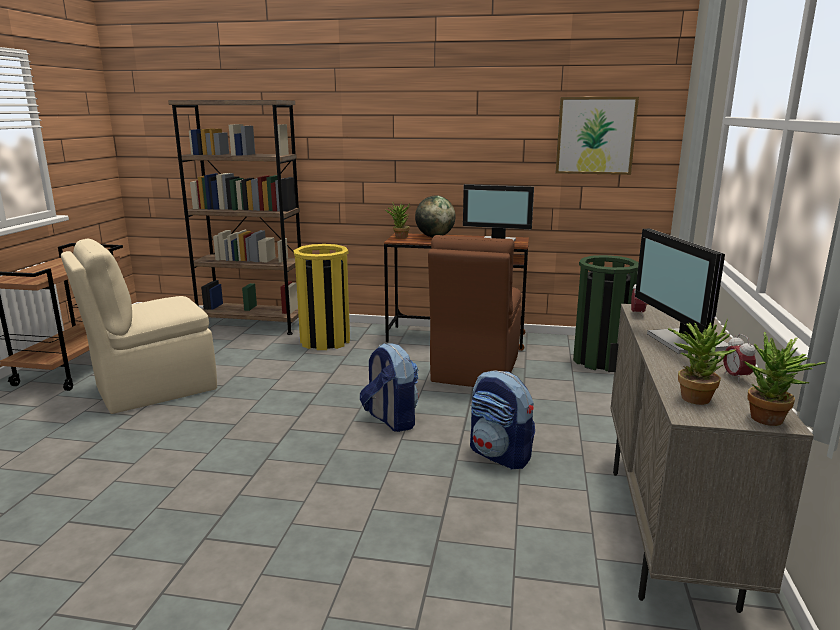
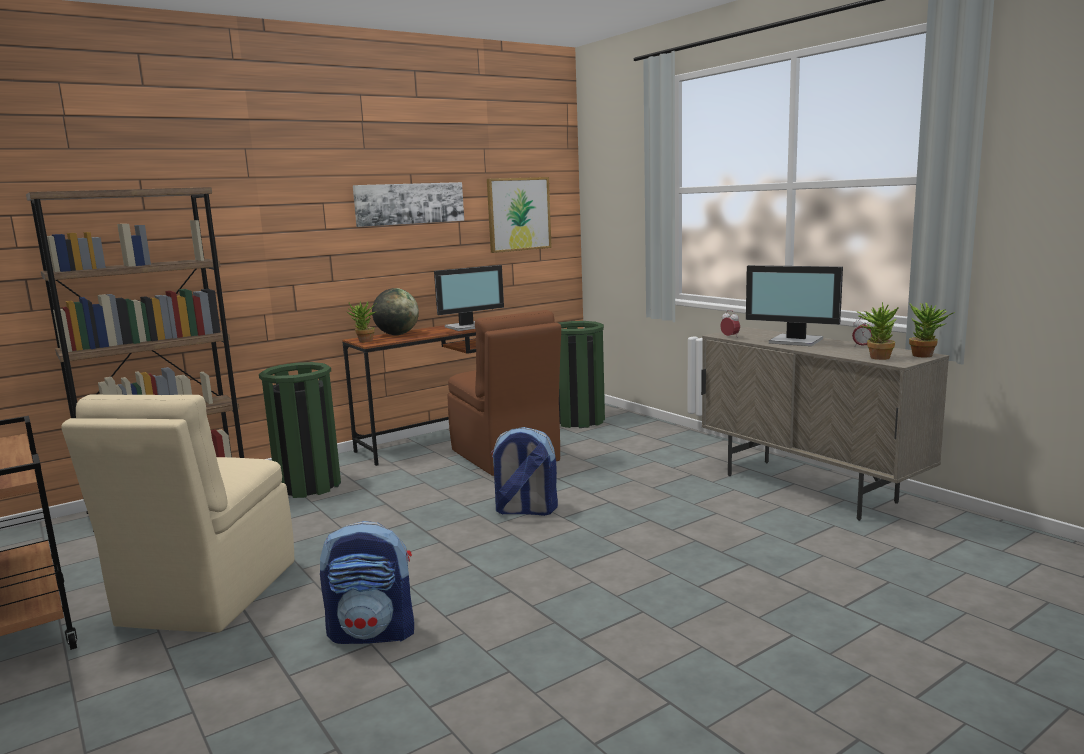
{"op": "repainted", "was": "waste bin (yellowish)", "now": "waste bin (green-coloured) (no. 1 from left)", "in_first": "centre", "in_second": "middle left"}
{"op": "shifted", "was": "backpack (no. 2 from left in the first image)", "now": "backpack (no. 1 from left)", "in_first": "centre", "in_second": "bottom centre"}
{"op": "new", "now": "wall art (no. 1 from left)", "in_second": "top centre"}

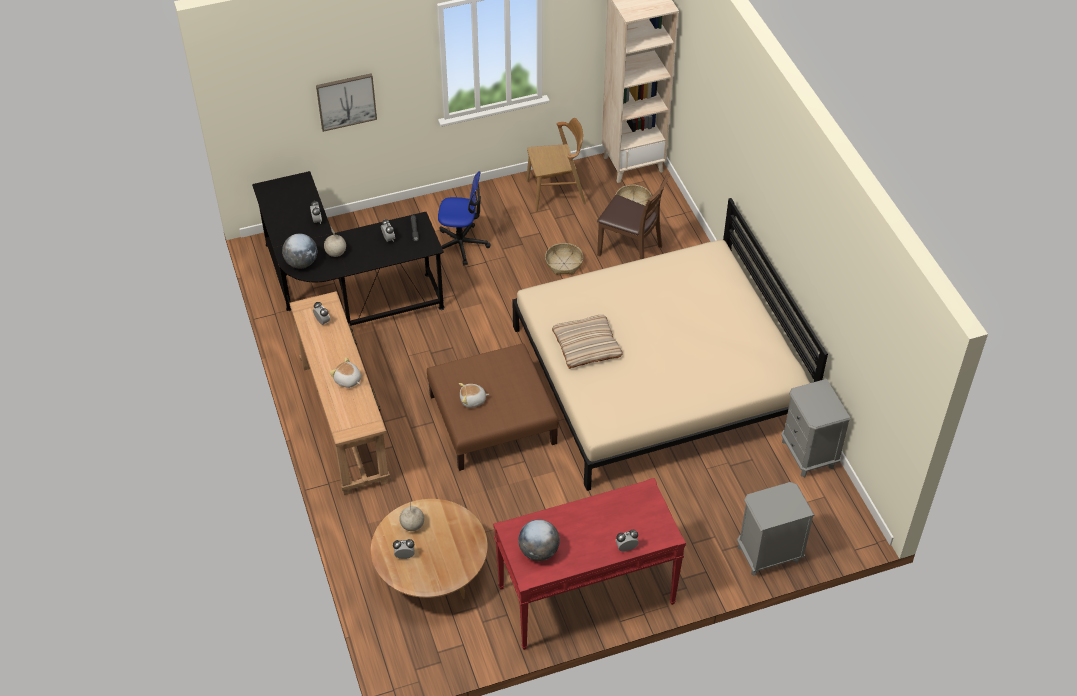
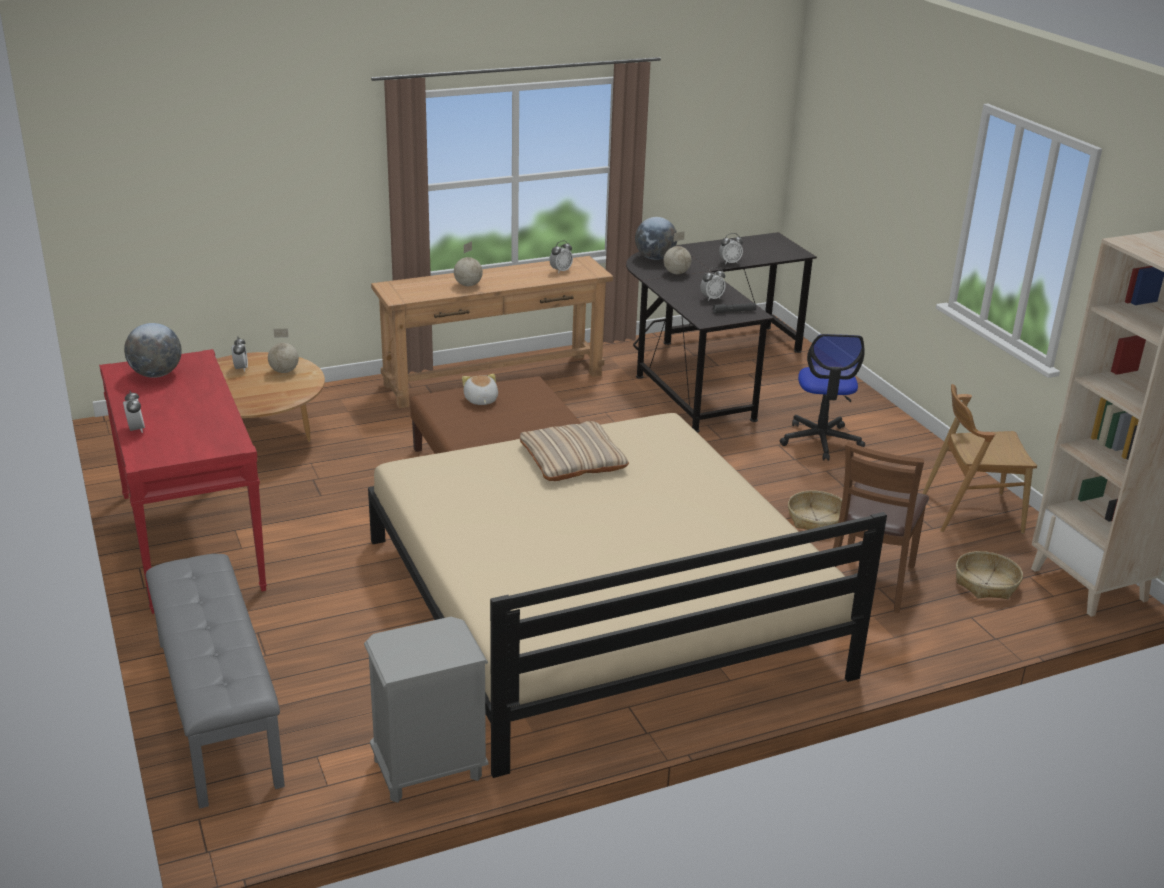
{"op": "swapped", "was": "night table (greyish) (no. 1 from left)", "now": "indoor bench (greyish)", "in_first": "bottom right", "in_second": "bottom left"}
{"op": "swapped", "was": "cuddly toy (no. 1 from left)", "now": "world globe (no. 3 from left)", "in_first": "middle left", "in_second": "top centre"}
{"op": "rotated", "was": "plain chair (brown-coloured) (no. 1 from left in the first image)", "in_first": "top centre", "in_second": "middle right", "clockwise": 105}
{"op": "gone", "was": "wall art", "in_first": "top left"}

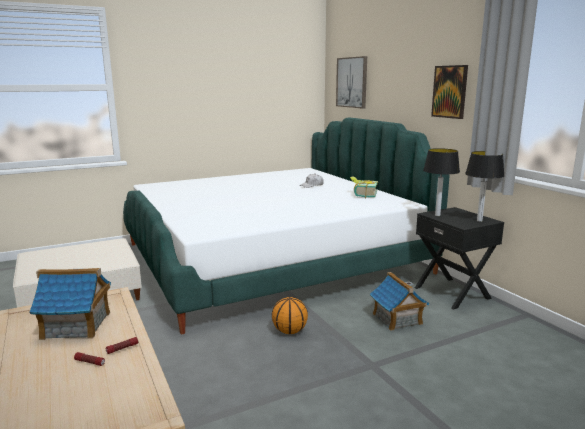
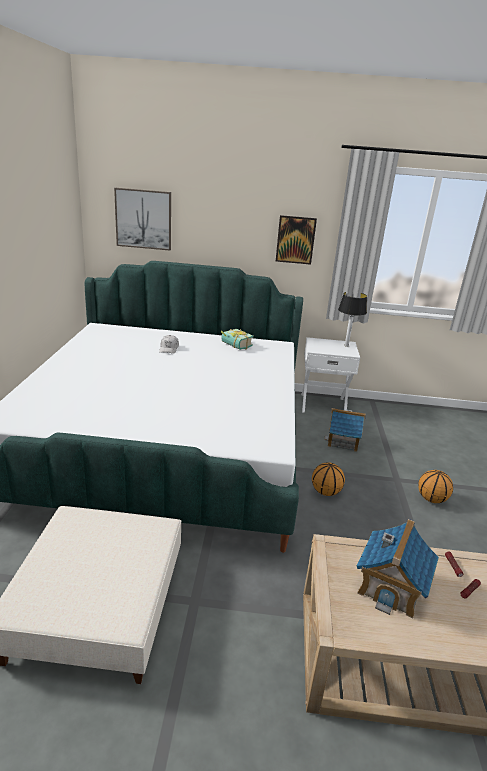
{"op": "repainted", "was": "night table (blackish)", "now": "night table (white-coloured)", "in_first": "middle right", "in_second": "middle right"}
{"op": "new", "now": "basketball ball (no. 2 from left)", "in_second": "middle right"}
{"op": "gone", "was": "lamp for a table (no. 1 from left)", "in_first": "middle right"}

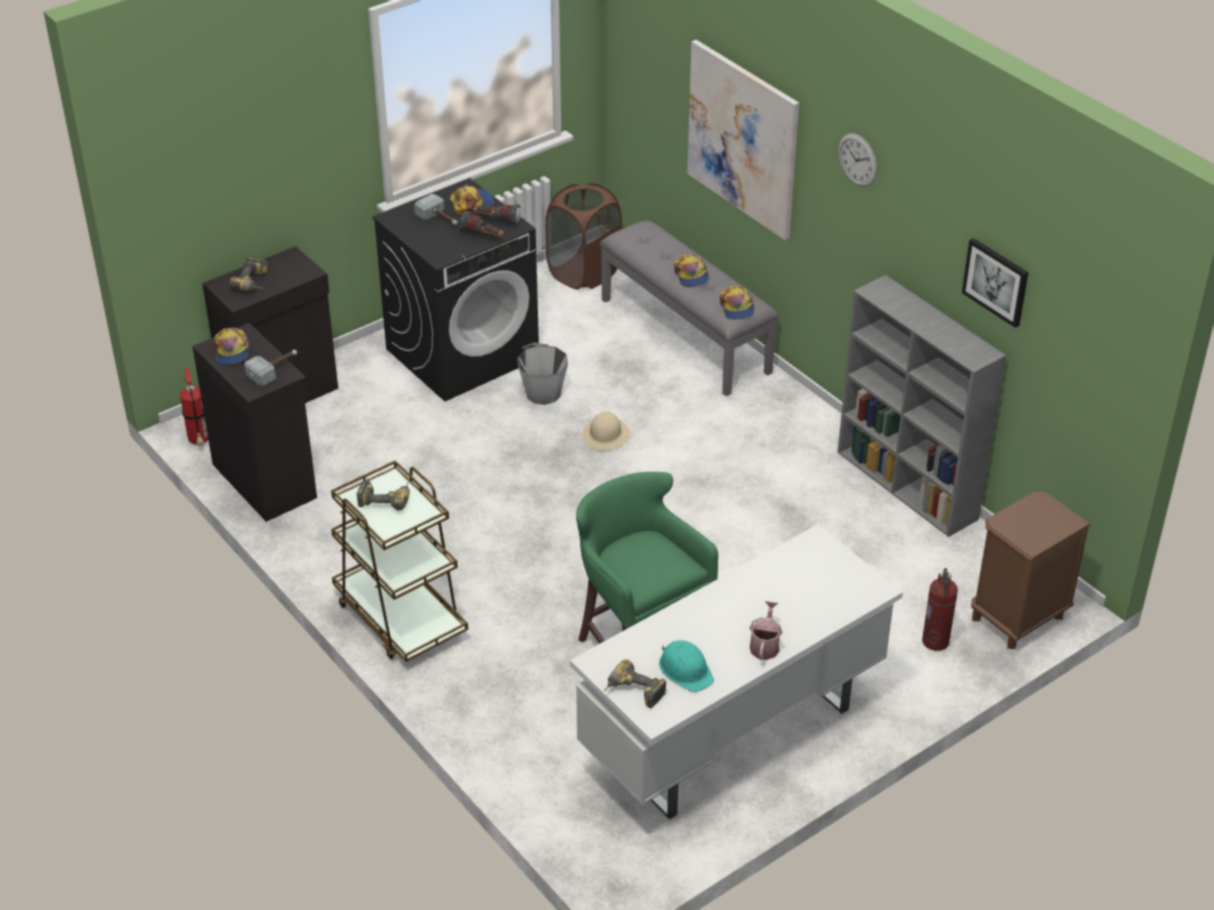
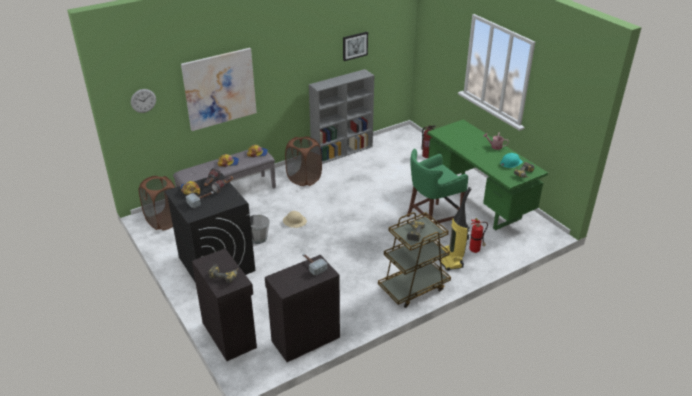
{"op": "shifted", "was": "hanging clock", "in_first": "top right", "in_second": "top left"}
{"op": "new", "now": "washing basket (brown-coloured) (no. 2 from left)", "in_second": "centre"}
{"op": "repainted", "was": "desk (white-coloured)", "now": "desk (green-coloured)", "in_first": "bottom centre", "in_second": "middle right"}
{"op": "new", "now": "hoover", "in_second": "centre"}
{"op": "shifted", "was": "fire-fighting cylinder (no. 1 from left in the first image)", "now": "fire-fighting cylinder (no. 2 from left)", "in_first": "middle left", "in_second": "middle right"}
{"op": "gone", "was": "peaked cap (no. 1 from left)", "in_first": "middle left"}
{"op": "gone", "was": "night table (brown-coloured)", "in_first": "middle right"}

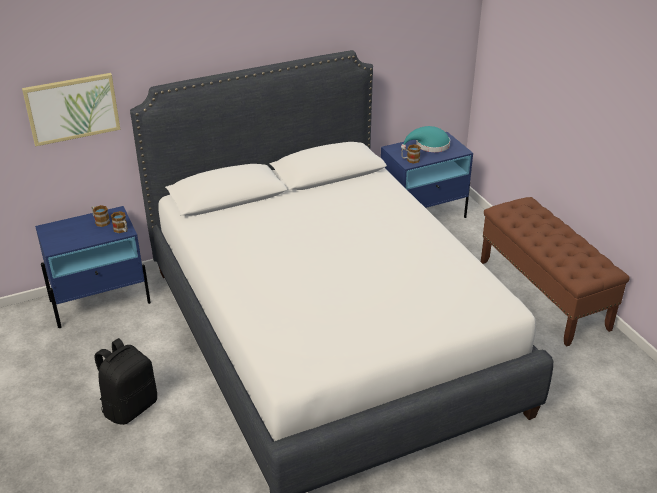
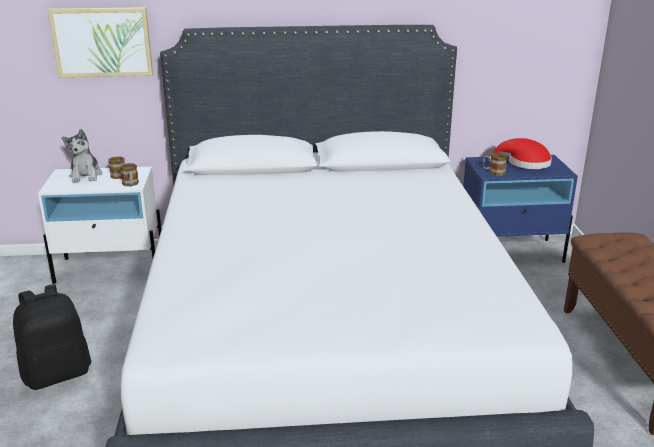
{"op": "repainted", "was": "night table (blue) (no. 1 from left)", "now": "night table (white-coloured)", "in_first": "middle left", "in_second": "middle left"}
{"op": "new", "now": "cuddly toy", "in_second": "middle left"}
{"op": "repainted", "was": "clothing hat (blue-green)", "now": "clothing hat (red)", "in_first": "top centre", "in_second": "middle right"}

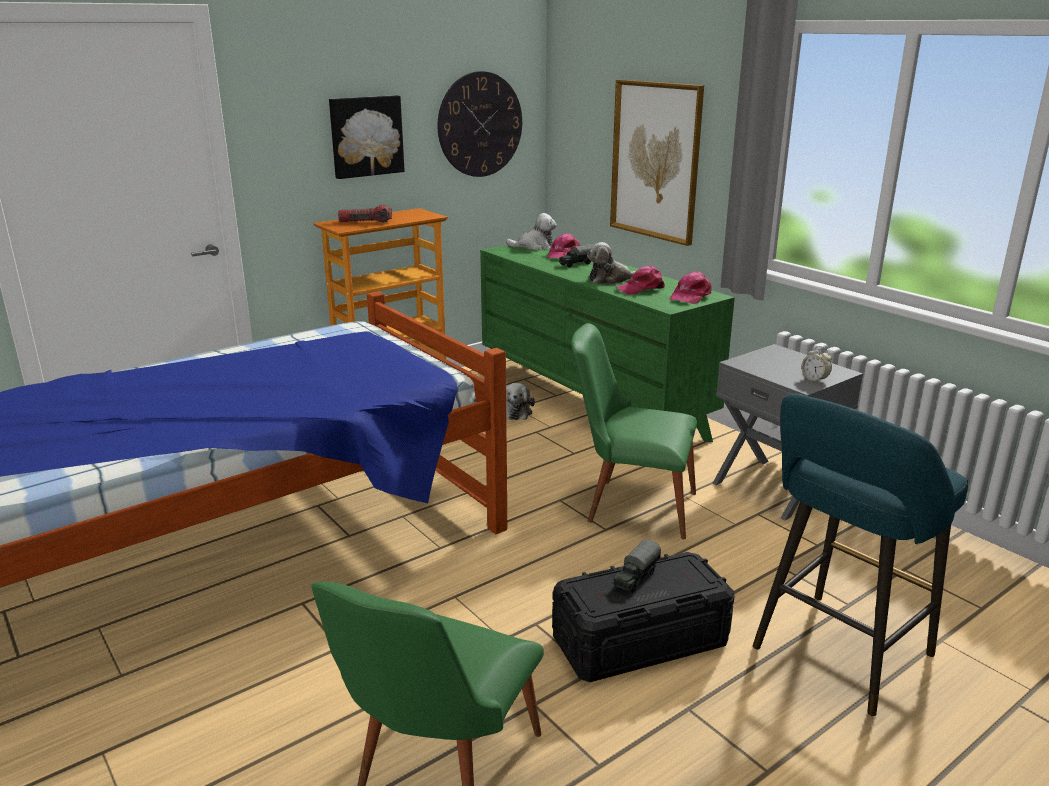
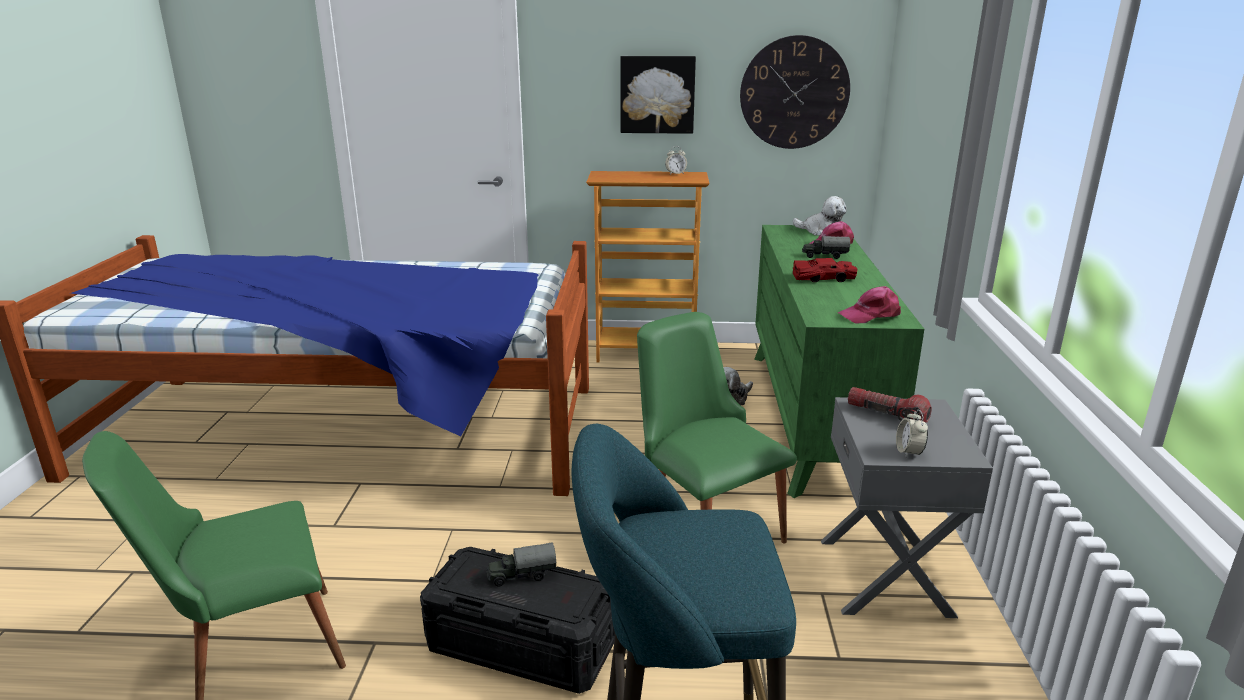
{"op": "new", "now": "table clock (no. 1 from left)", "in_second": "top centre"}
{"op": "swapped", "was": "cuddly toy (no. 3 from left)", "now": "miniature car (red)", "in_first": "centre", "in_second": "centre"}
{"op": "shifted", "was": "torch", "in_first": "top centre", "in_second": "middle right"}
{"op": "gone", "was": "wall art (no. 2 from left)", "in_first": "top centre"}
{"op": "gone", "was": "peaked cap (pink-coloured) (no. 2 from left)", "in_first": "centre"}

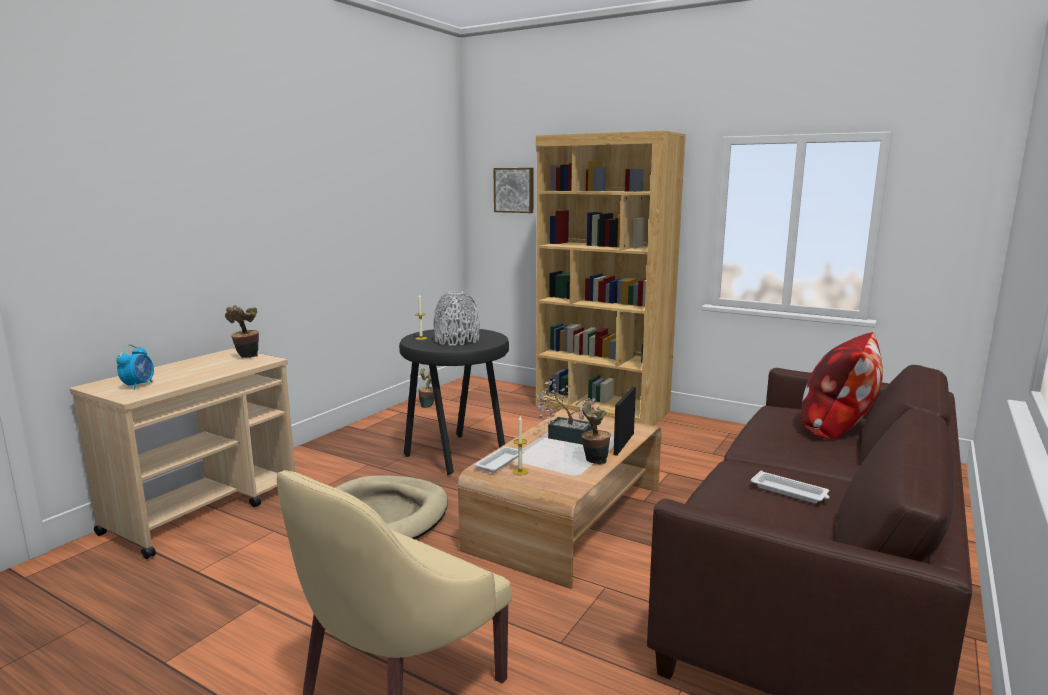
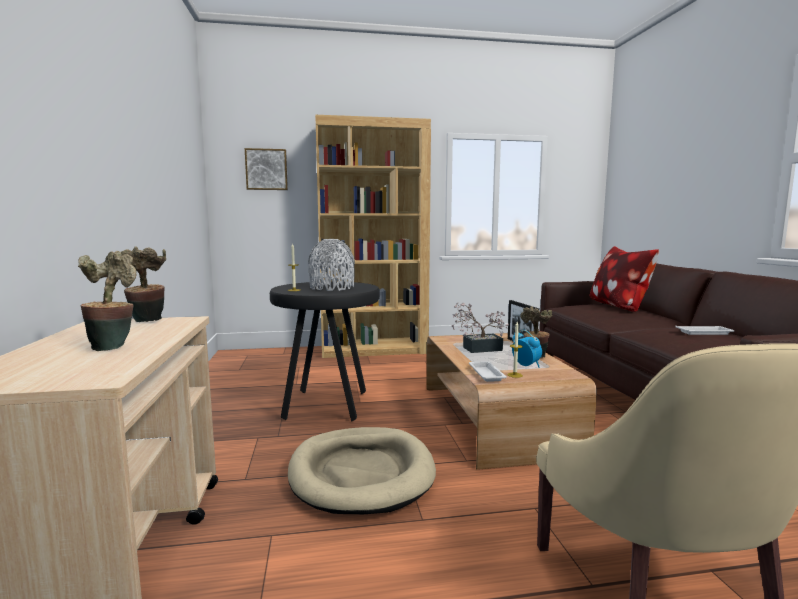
{"op": "shifted", "was": "plant in a pot (no. 2 from left in the first image)", "now": "plant in a pot (no. 1 from left)", "in_first": "centre", "in_second": "middle left"}
{"op": "shifted", "was": "table clock", "in_first": "middle left", "in_second": "centre"}

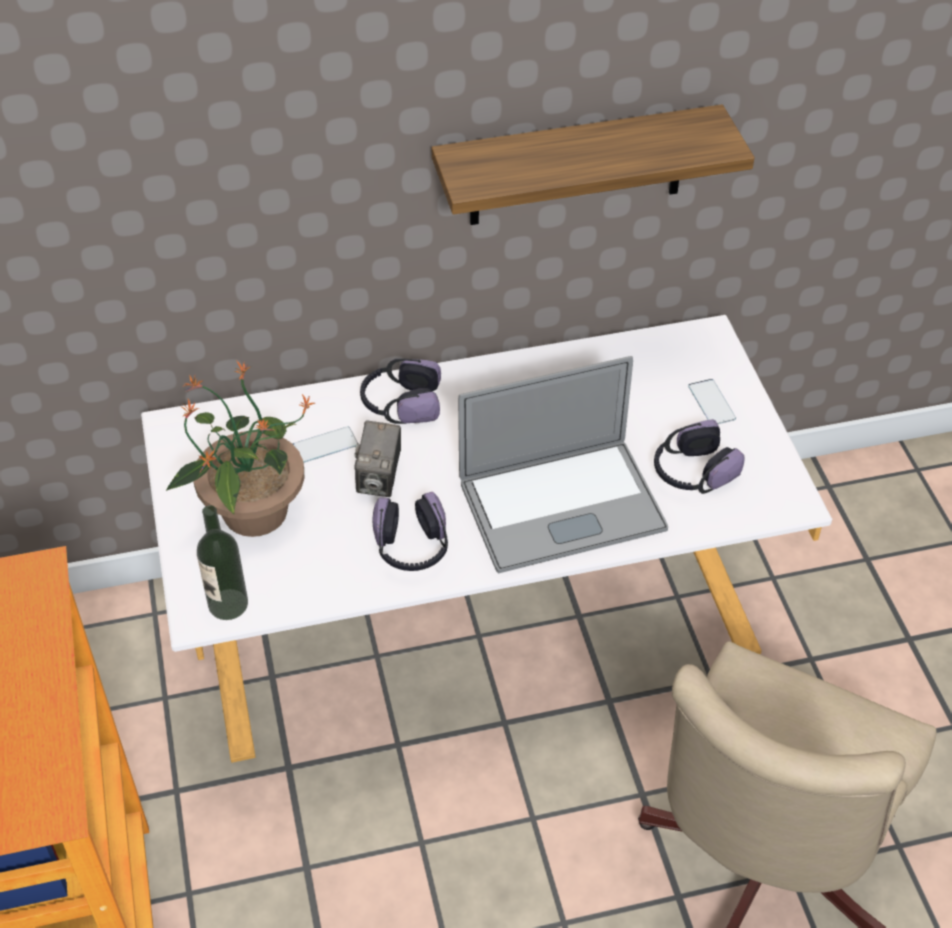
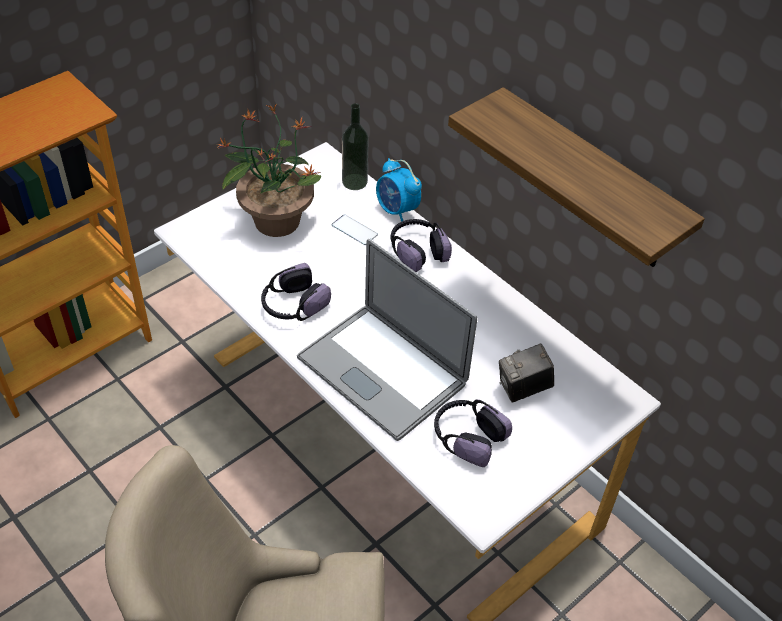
{"op": "shifted", "was": "drink bottle", "in_first": "middle left", "in_second": "top centre"}
{"op": "new", "now": "table clock", "in_second": "top centre"}
{"op": "shifted", "was": "photo camera", "in_first": "centre", "in_second": "middle right"}
{"op": "gone", "was": "handset (no. 2 from left)", "in_first": "middle right"}

